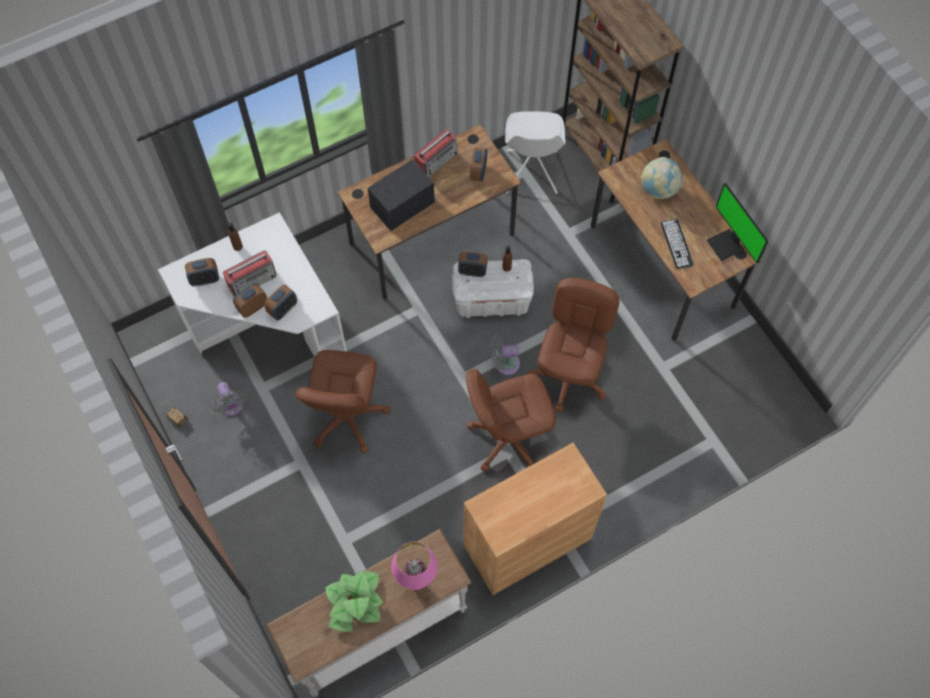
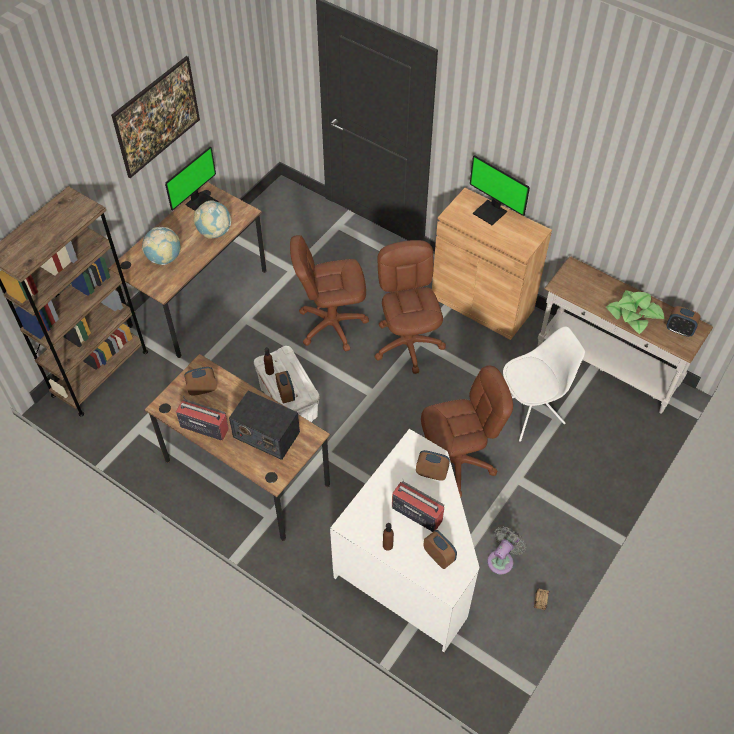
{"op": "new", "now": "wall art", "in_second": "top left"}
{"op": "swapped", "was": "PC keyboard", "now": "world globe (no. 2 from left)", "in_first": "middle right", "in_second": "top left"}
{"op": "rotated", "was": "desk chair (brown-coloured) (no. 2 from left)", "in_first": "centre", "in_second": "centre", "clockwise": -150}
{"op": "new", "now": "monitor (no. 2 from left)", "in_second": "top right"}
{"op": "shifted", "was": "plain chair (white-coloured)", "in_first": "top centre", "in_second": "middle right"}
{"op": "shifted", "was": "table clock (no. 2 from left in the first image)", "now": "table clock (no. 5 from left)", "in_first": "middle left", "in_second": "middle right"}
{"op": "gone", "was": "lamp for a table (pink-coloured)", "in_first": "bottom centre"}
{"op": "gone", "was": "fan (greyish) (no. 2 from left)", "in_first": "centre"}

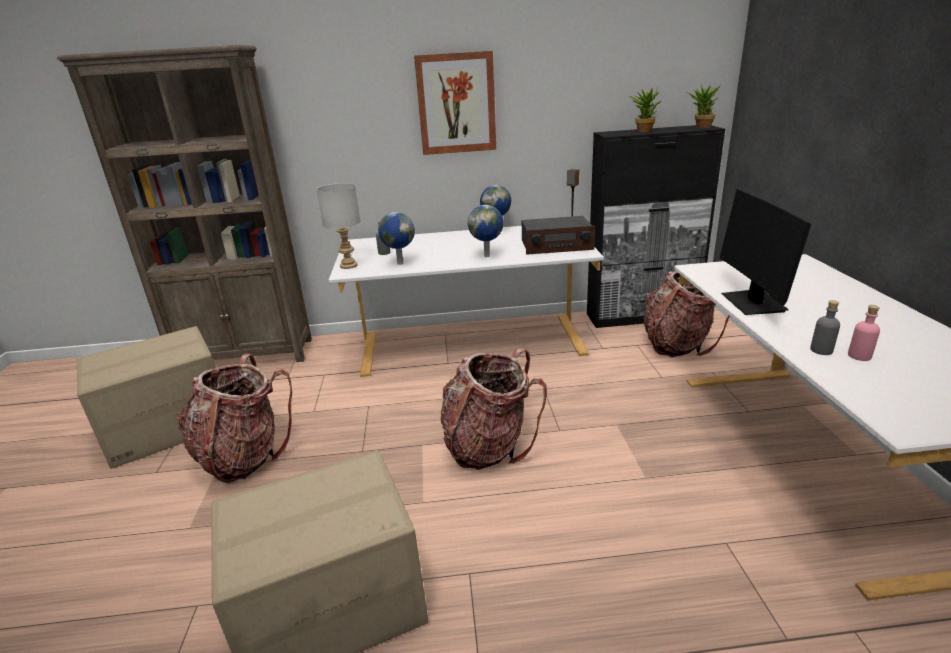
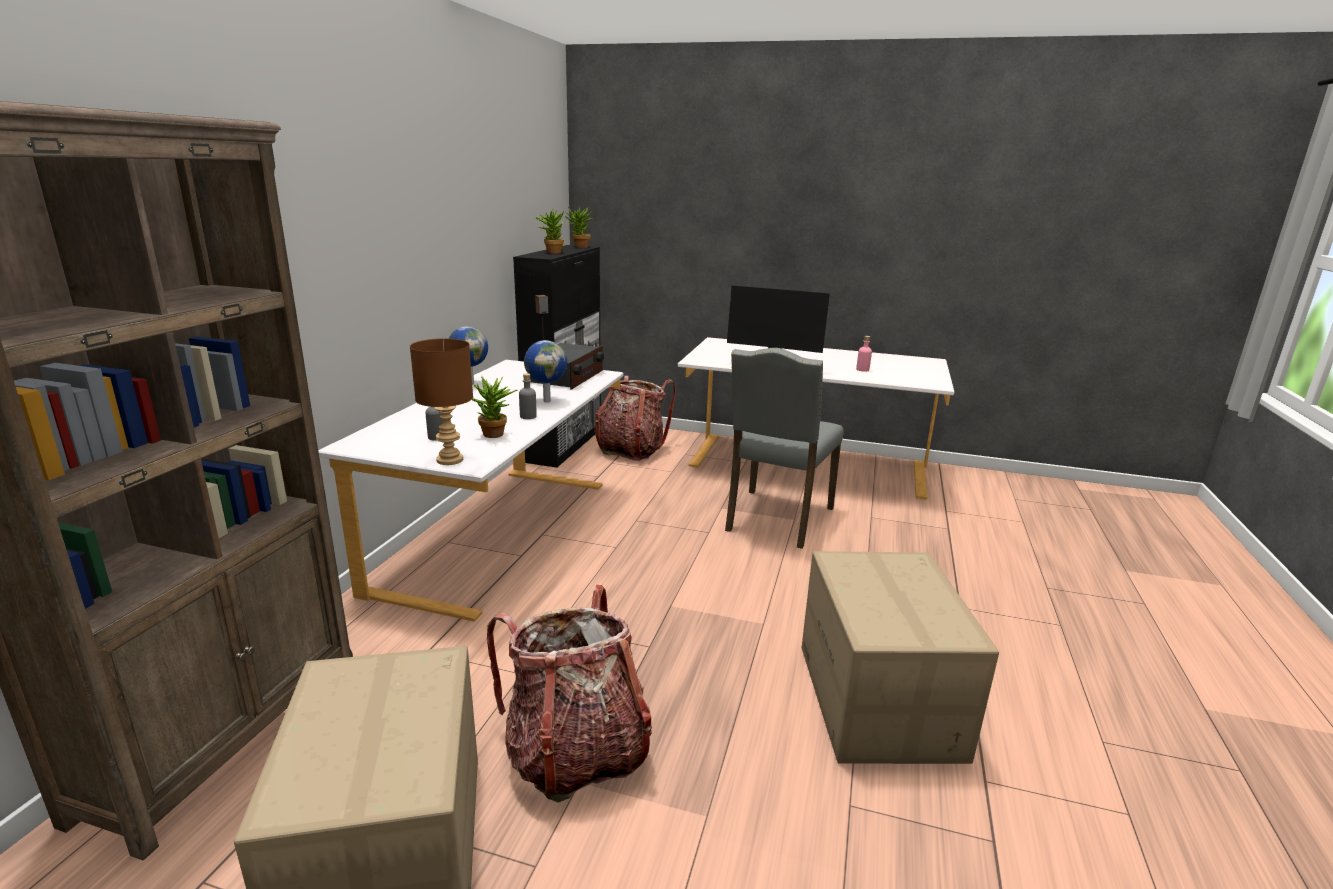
{"op": "repainted", "was": "lamp for a table (greyish)", "now": "lamp for a table (brown-coloured)", "in_first": "centre", "in_second": "middle left"}
{"op": "swapped", "was": "world globe (no. 1 from left)", "now": "plant in a pot (no. 1 from left)", "in_first": "centre", "in_second": "centre"}
{"op": "shifted", "was": "drink bottle (greyish) (no. 2 from left)", "in_first": "middle right", "in_second": "centre"}
{"op": "new", "now": "plain chair (greyish)", "in_second": "centre"}
{"op": "gone", "was": "wall art", "in_first": "top centre"}
{"op": "gone", "was": "backpack (no. 2 from left)", "in_first": "centre"}

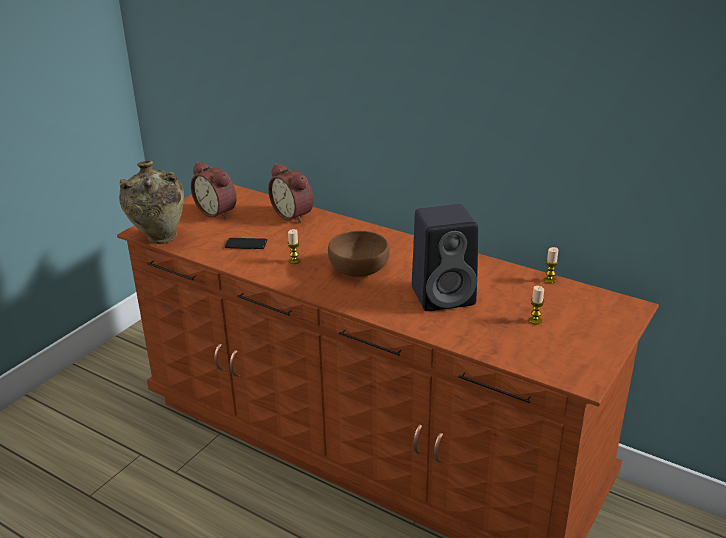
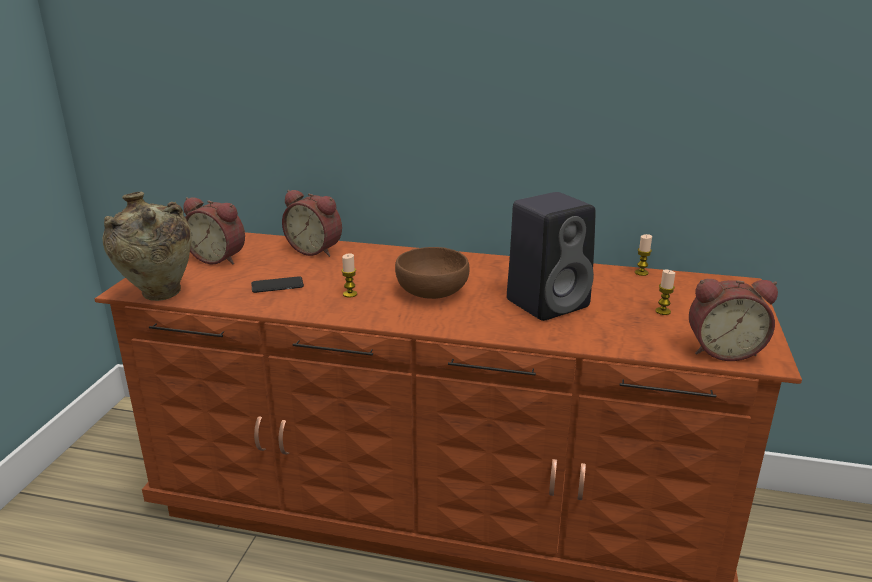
{"op": "new", "now": "table clock (no. 3 from left)", "in_second": "middle right"}

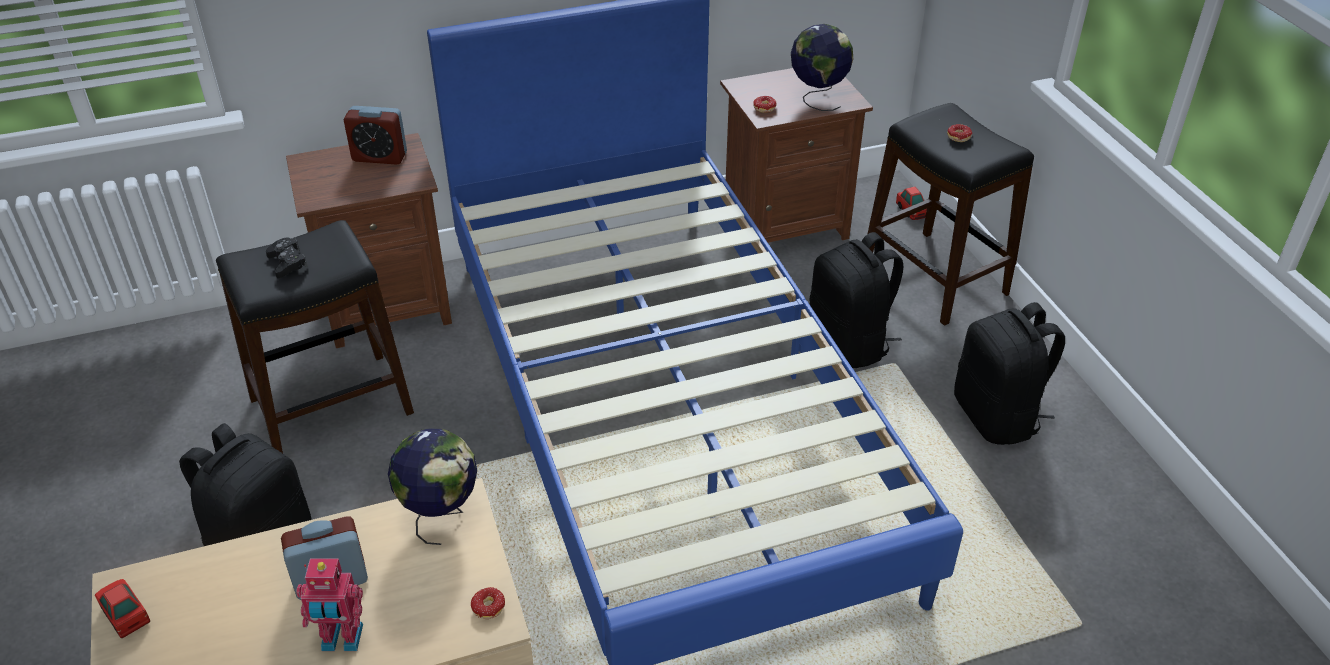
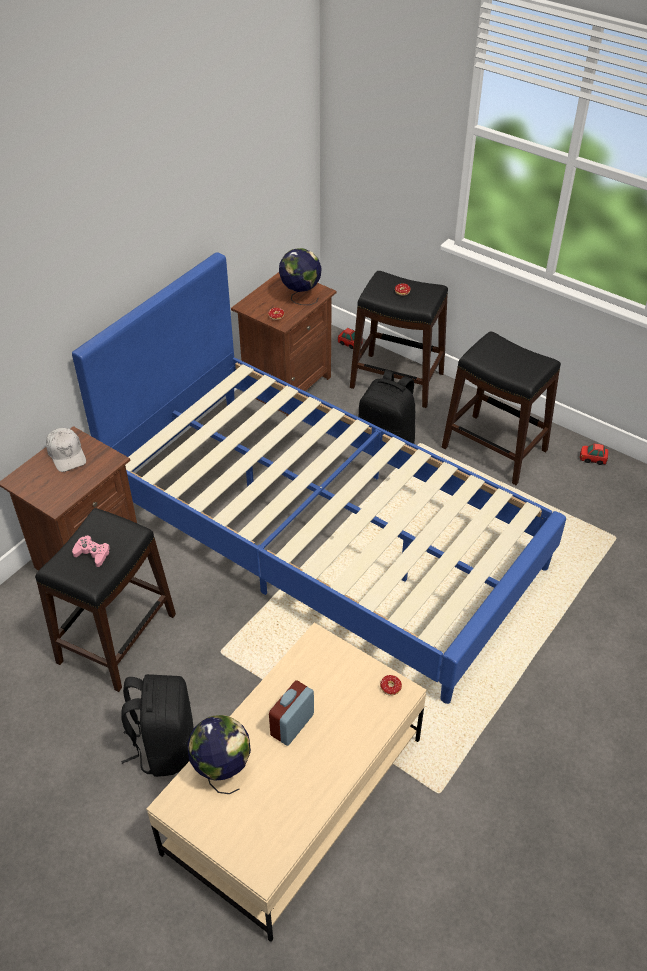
{"op": "swapped", "was": "table clock (no. 2 from left)", "now": "peaked cap (white-coloured)", "in_first": "top left", "in_second": "middle left"}
{"op": "repainted", "was": "joypad (blackish)", "now": "joypad (pink-coloured)", "in_first": "middle left", "in_second": "middle left"}
{"op": "shifted", "was": "world globe (no. 1 from left)", "in_first": "bottom left", "in_second": "bottom centre"}
{"op": "swapped", "was": "backpack (blackish) (no. 3 from left)", "now": "stool seat (blackish) (no. 3 from left)", "in_first": "middle right", "in_second": "middle right"}
{"op": "shifted", "was": "miniature car (no. 1 from left in the first image)", "now": "miniature car (no. 2 from left)", "in_first": "bottom left", "in_second": "middle right"}
{"op": "gone", "was": "toy robot", "in_first": "bottom left"}

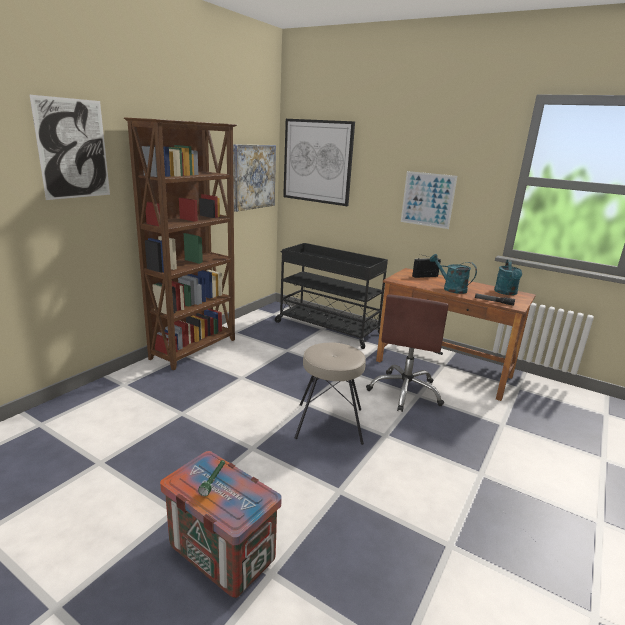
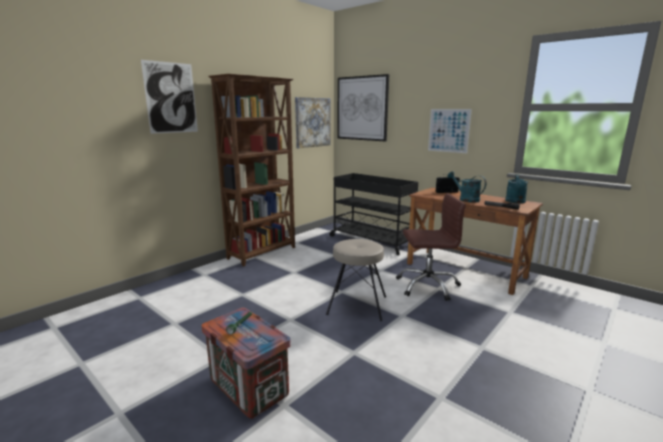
{"op": "rotated", "was": "desk chair (brown-coloured)", "in_first": "centre", "in_second": "centre", "clockwise": -120}

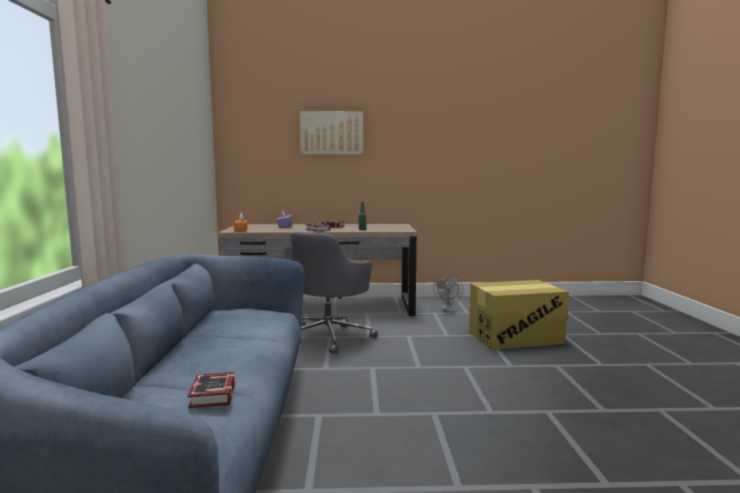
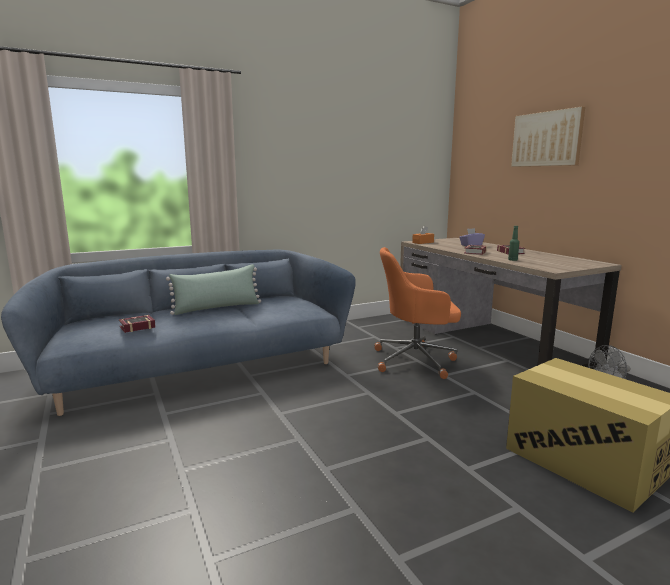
{"op": "new", "now": "cushion (green-coloured)", "in_second": "middle left"}
{"op": "repainted", "was": "desk chair (greyish)", "now": "desk chair (orangey)", "in_first": "centre", "in_second": "centre"}

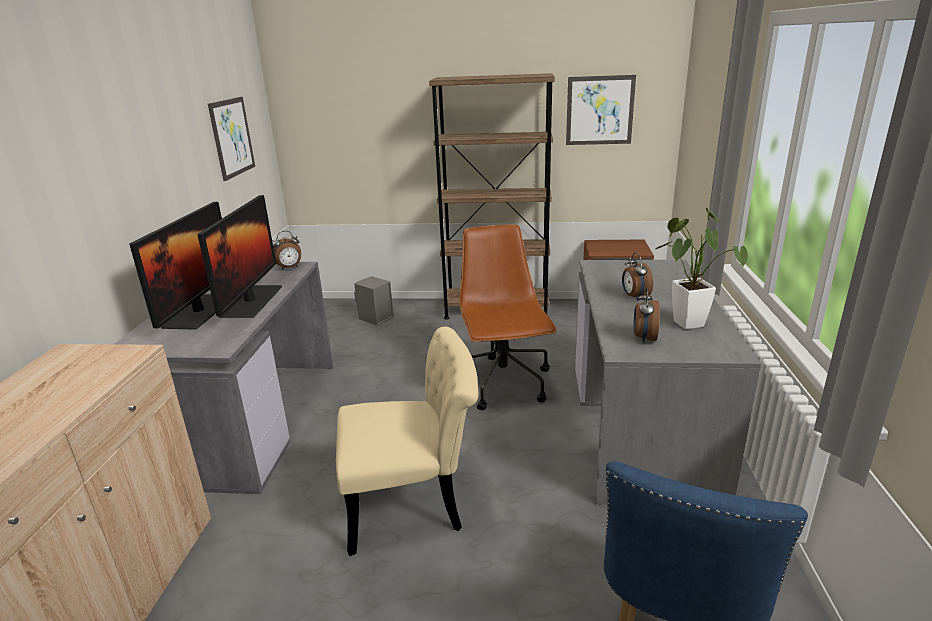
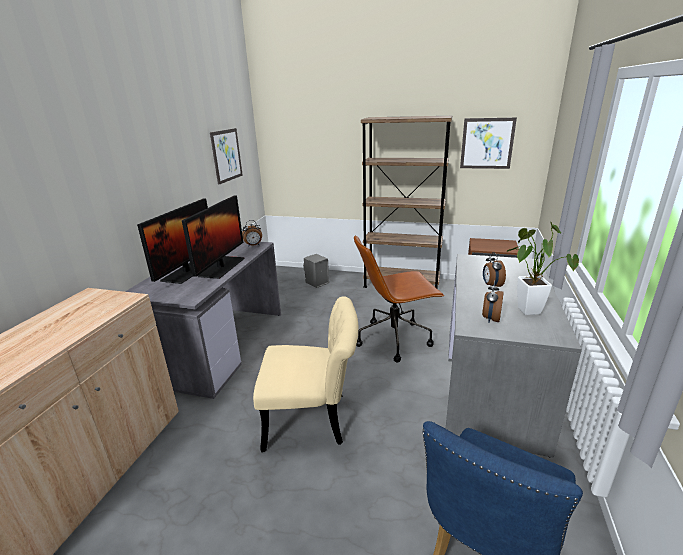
{"op": "rotated", "was": "desk chair (brown-coloured)", "in_first": "centre", "in_second": "centre", "clockwise": -105}

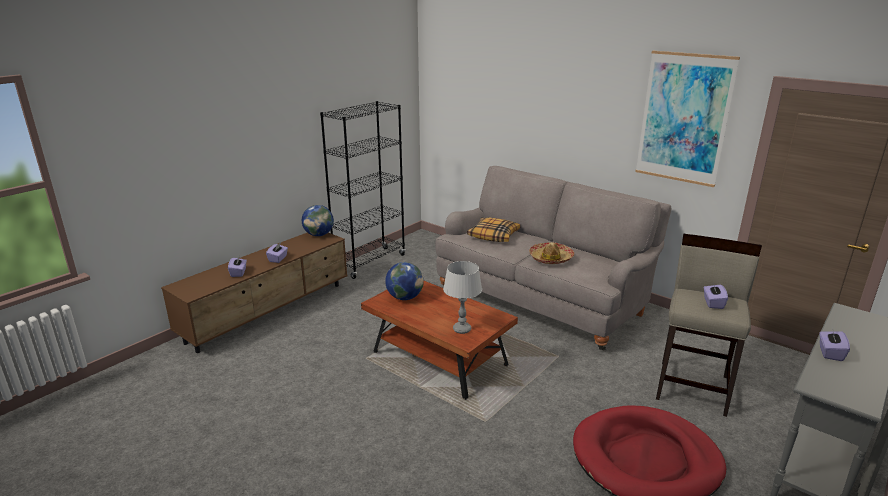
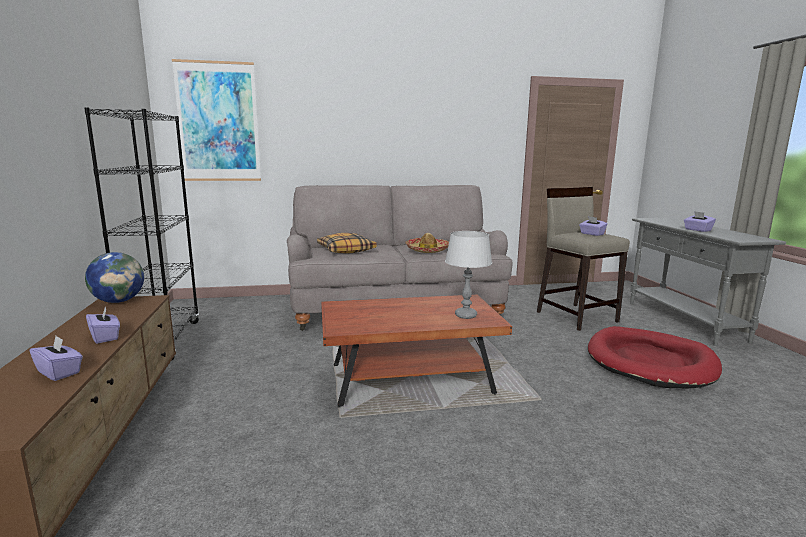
{"op": "shifted", "was": "wall art", "in_first": "top right", "in_second": "top left"}
{"op": "gone", "was": "world globe (no. 2 from left)", "in_first": "centre"}

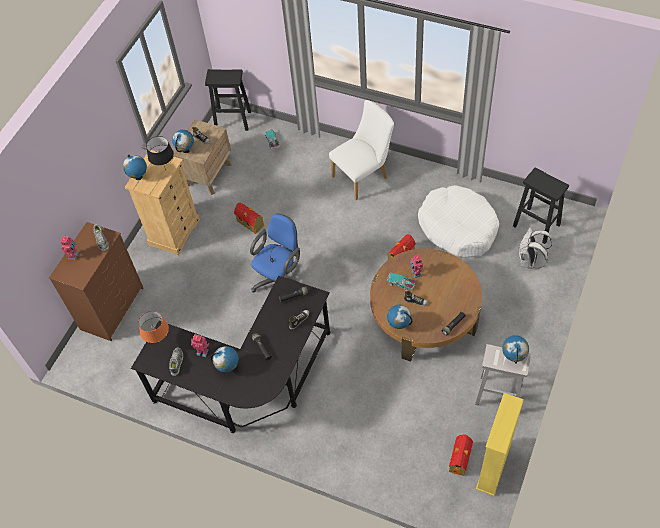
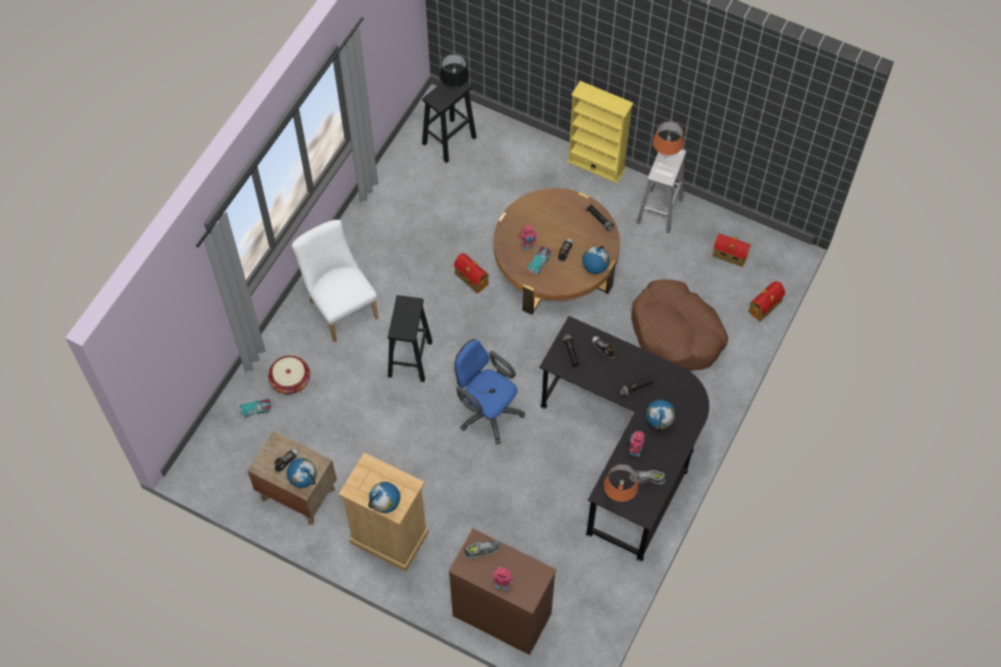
{"op": "new", "now": "storage basket", "in_second": "middle left"}
{"op": "shifted", "was": "stool seat (blackish) (no. 1 from left)", "in_first": "top centre", "in_second": "centre"}
{"op": "shifted", "was": "lamp for a table (blackish)", "in_first": "top left", "in_second": "top centre"}
{"op": "shifted", "was": "bookshelf (yellowish)", "in_first": "bottom right", "in_second": "top centre"}
{"op": "new", "now": "dog cushion (brown-coloured)", "in_second": "middle right"}
{"op": "swapped", "was": "world globe (no. 5 from left)", "now": "lamp for a table (orangey) (no. 2 from left)", "in_first": "middle right", "in_second": "top right"}
{"op": "shifted", "was": "toy house (no. 1 from left in the first image)", "now": "toy house (no. 3 from left)", "in_first": "centre", "in_second": "middle right"}
{"op": "gone", "was": "dog cushion (white-coloured)", "in_first": "middle right"}
{"op": "gone", "was": "backpack (white-coloured)", "in_first": "middle right"}

